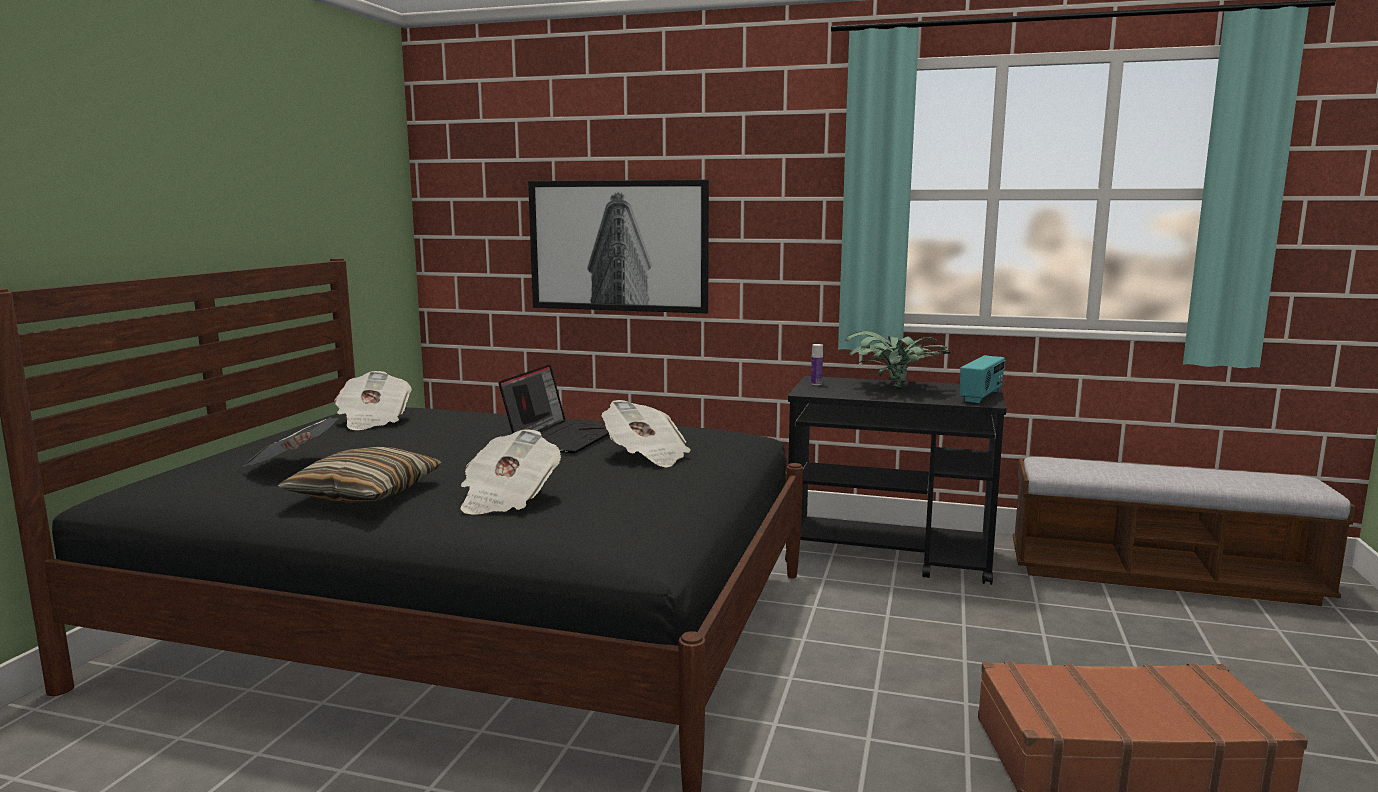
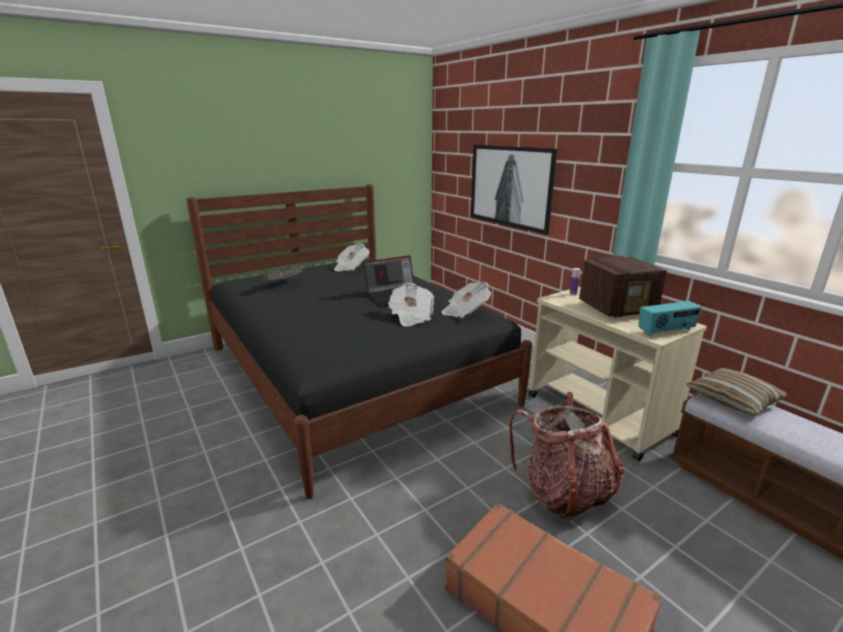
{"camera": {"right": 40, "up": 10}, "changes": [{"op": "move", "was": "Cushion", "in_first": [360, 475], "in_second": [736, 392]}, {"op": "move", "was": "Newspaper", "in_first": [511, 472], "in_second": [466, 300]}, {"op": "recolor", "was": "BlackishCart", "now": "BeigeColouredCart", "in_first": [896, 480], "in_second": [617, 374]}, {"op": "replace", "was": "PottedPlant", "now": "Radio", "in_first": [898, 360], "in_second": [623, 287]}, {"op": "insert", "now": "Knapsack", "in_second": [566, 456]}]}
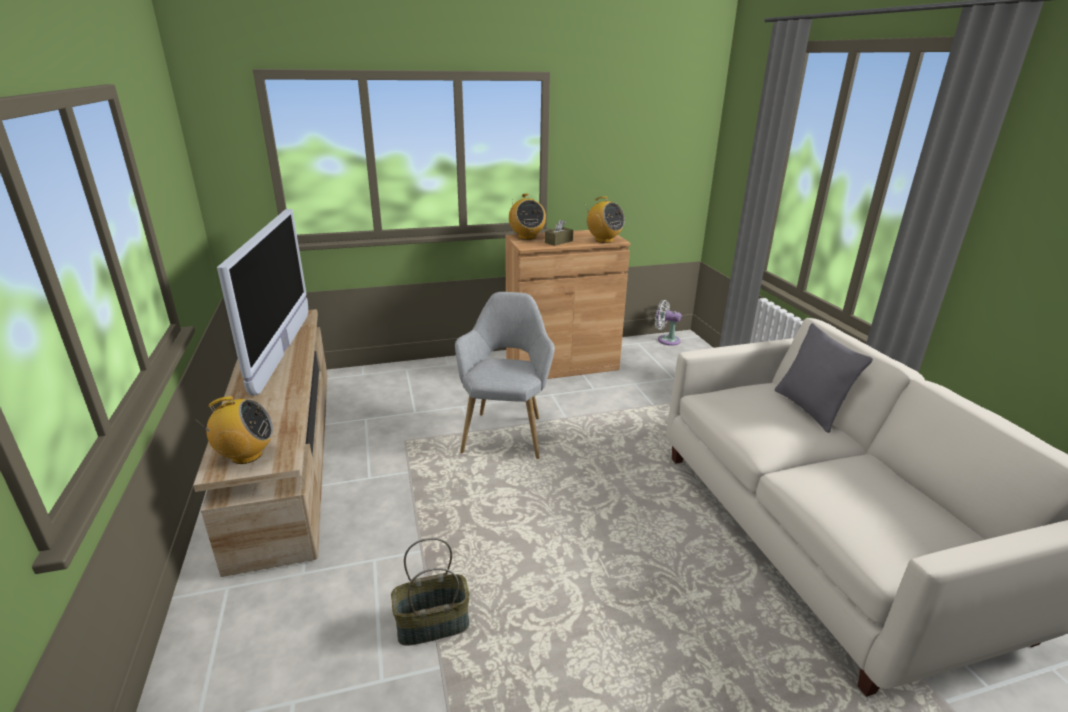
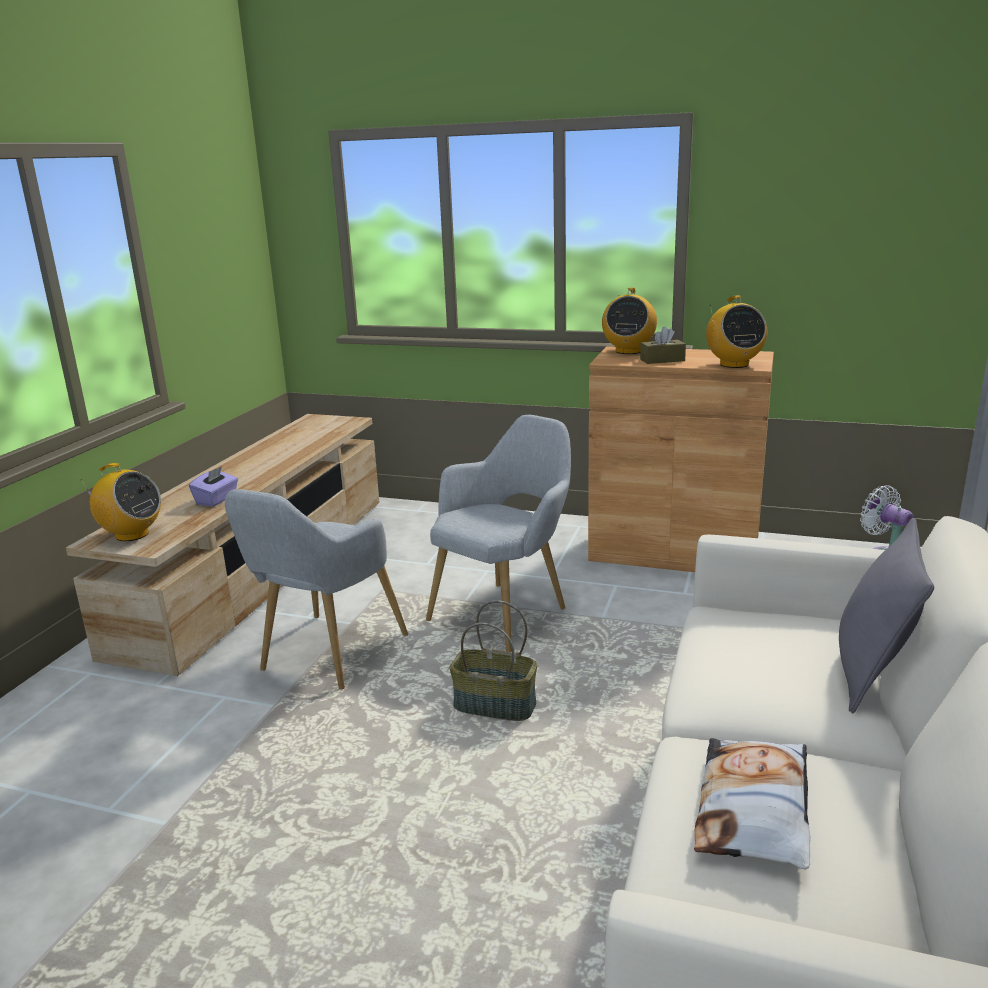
{"camera": {"right": 35, "up": -5}, "changes": [{"op": "delete", "was": "Television", "in_first": [262, 302]}, {"op": "move", "was": "Basket", "in_first": [430, 591], "in_second": [493, 660]}, {"op": "insert", "now": "PurplishTissueHolder", "in_second": [213, 486]}, {"op": "insert", "now": "GrayEasyChair", "in_second": [316, 589]}, {"op": "insert", "now": "Cushion", "in_second": [752, 804]}]}
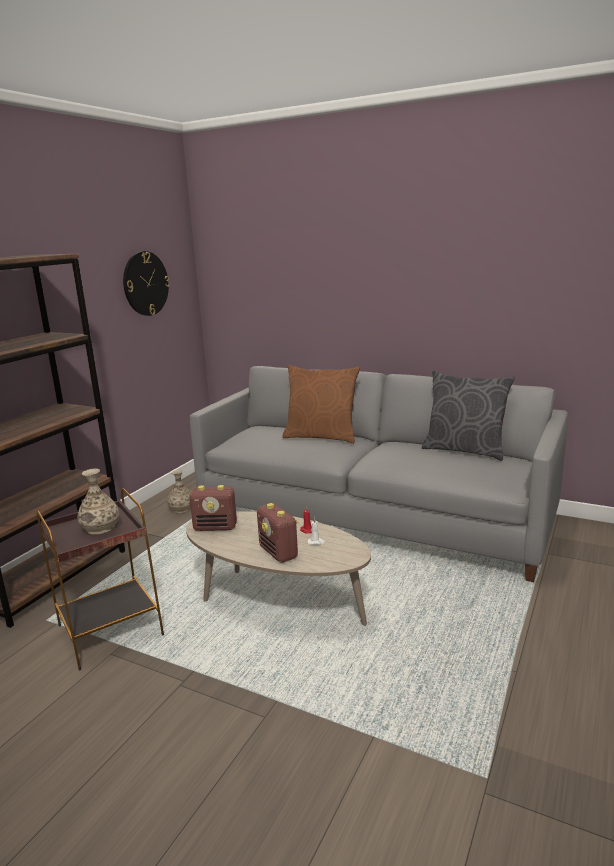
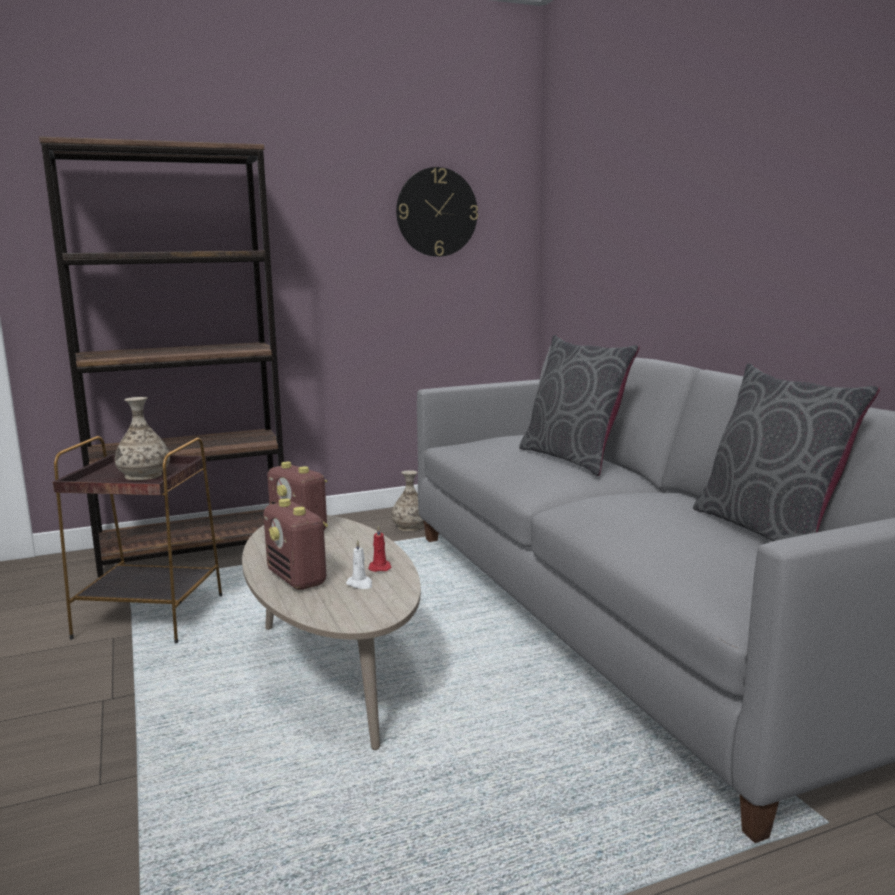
{"camera": {"right": 40, "up": -5}, "changes": [{"op": "rotate", "was": "Radio", "in_first": [278, 533], "in_second": [295, 544], "clockwise": -45}, {"op": "recolor", "was": "BrownColouredCushion", "now": "GrayCushion", "in_first": [321, 404], "in_second": [579, 405]}]}
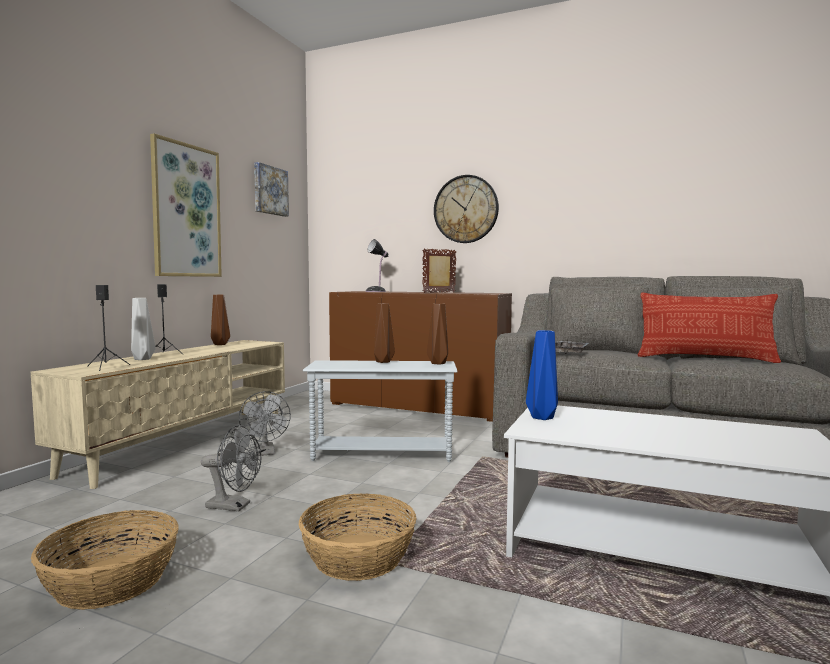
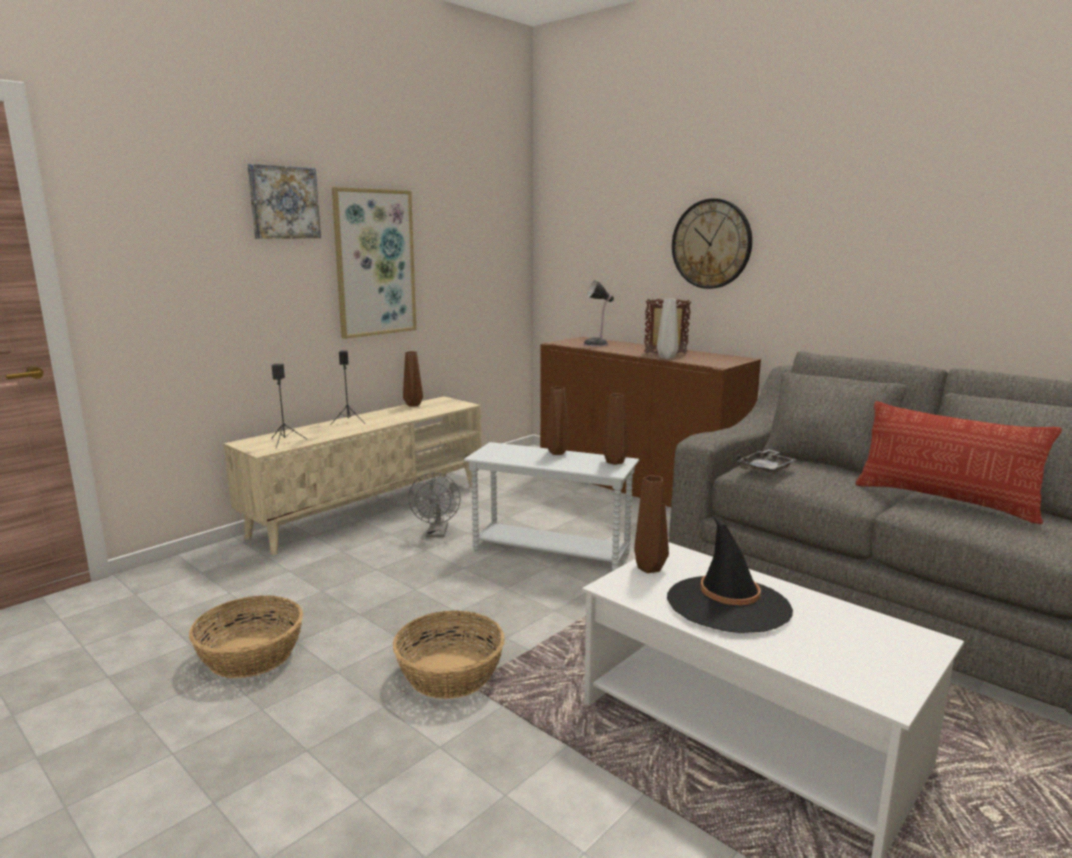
{"camera": {"right": 20, "up": 10}, "changes": [{"op": "move", "was": "GrayDecorativeVase", "in_first": [143, 329], "in_second": [667, 329]}, {"op": "delete", "was": "GrayElectricFan", "in_first": [231, 468]}, {"op": "move", "was": "Picture", "in_first": [271, 189], "in_second": [284, 201]}, {"op": "recolor", "was": "BlueColouredDecorativeVase", "now": "BrownColouredDecorativeVase", "in_first": [542, 375], "in_second": [651, 524]}, {"op": "insert", "now": "BlackishHat", "in_second": [730, 574]}]}
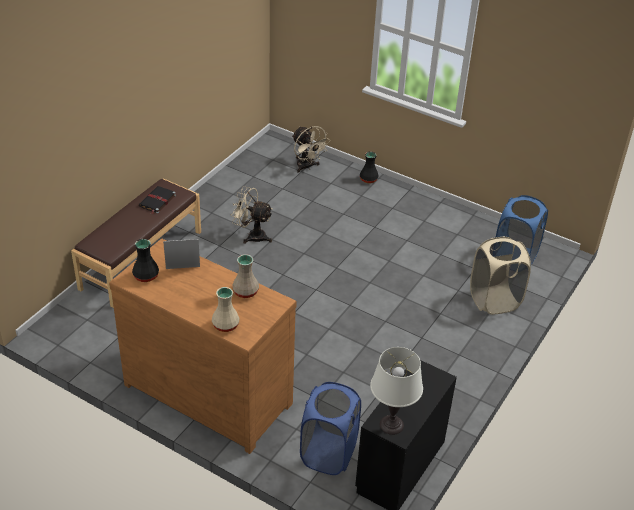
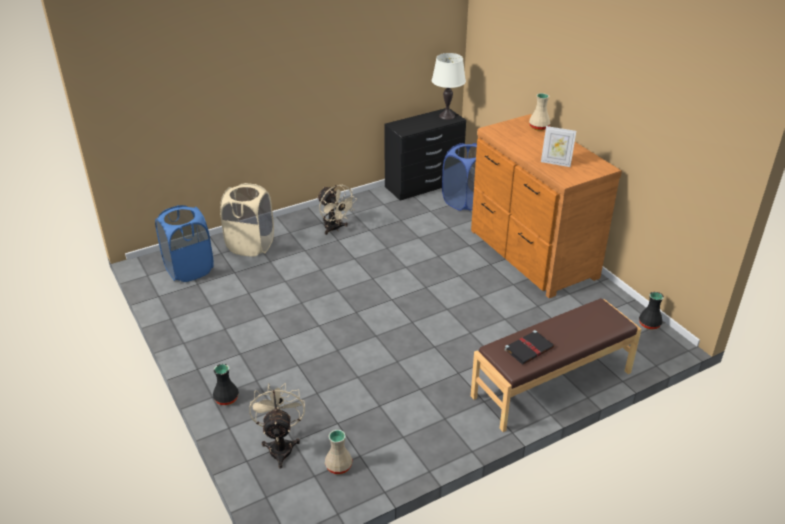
{"camera": {"right": -150, "up": -5}, "changes": [{"op": "move", "was": "BlackishDecorativeVase", "in_first": [145, 260], "in_second": [651, 311]}, {"op": "move", "was": "BeigeColouredElectricFan", "in_first": [252, 215], "in_second": [337, 210]}, {"op": "move", "was": "BeigeColouredDecorativeVase", "in_first": [245, 276], "in_second": [338, 452]}]}
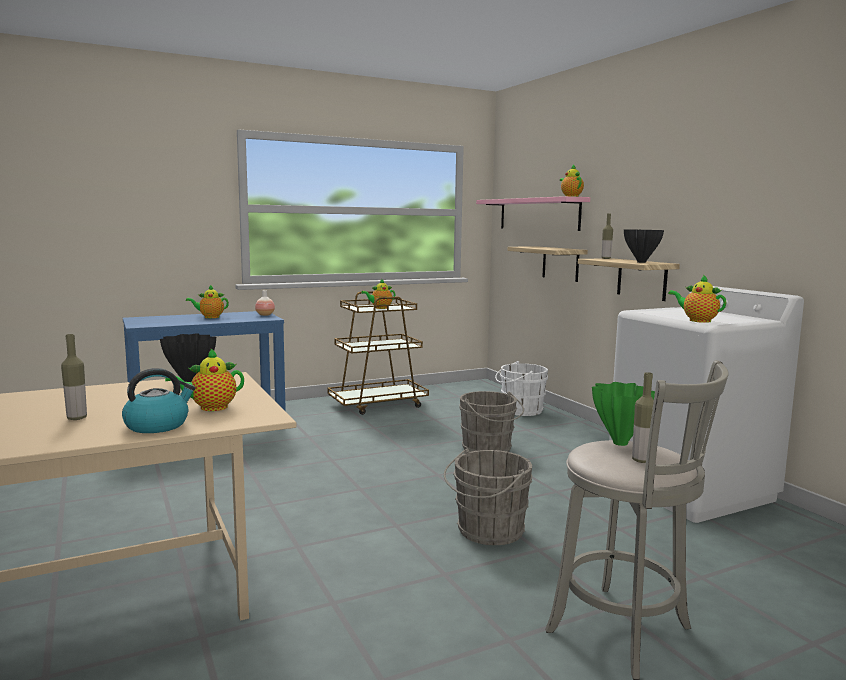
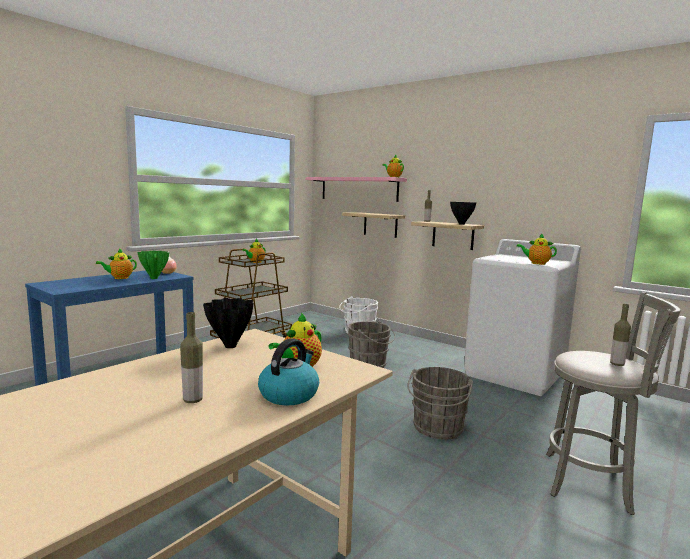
{"camera": {"right": -25, "up": 0}, "changes": [{"op": "move", "was": "GreenDecorativeVase", "in_first": [623, 414], "in_second": [153, 265]}]}
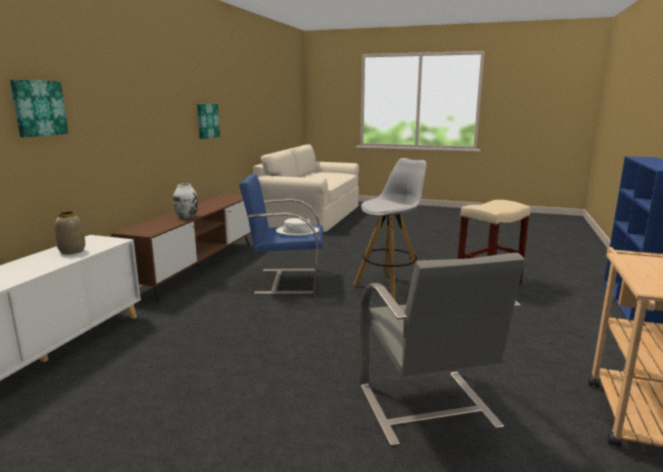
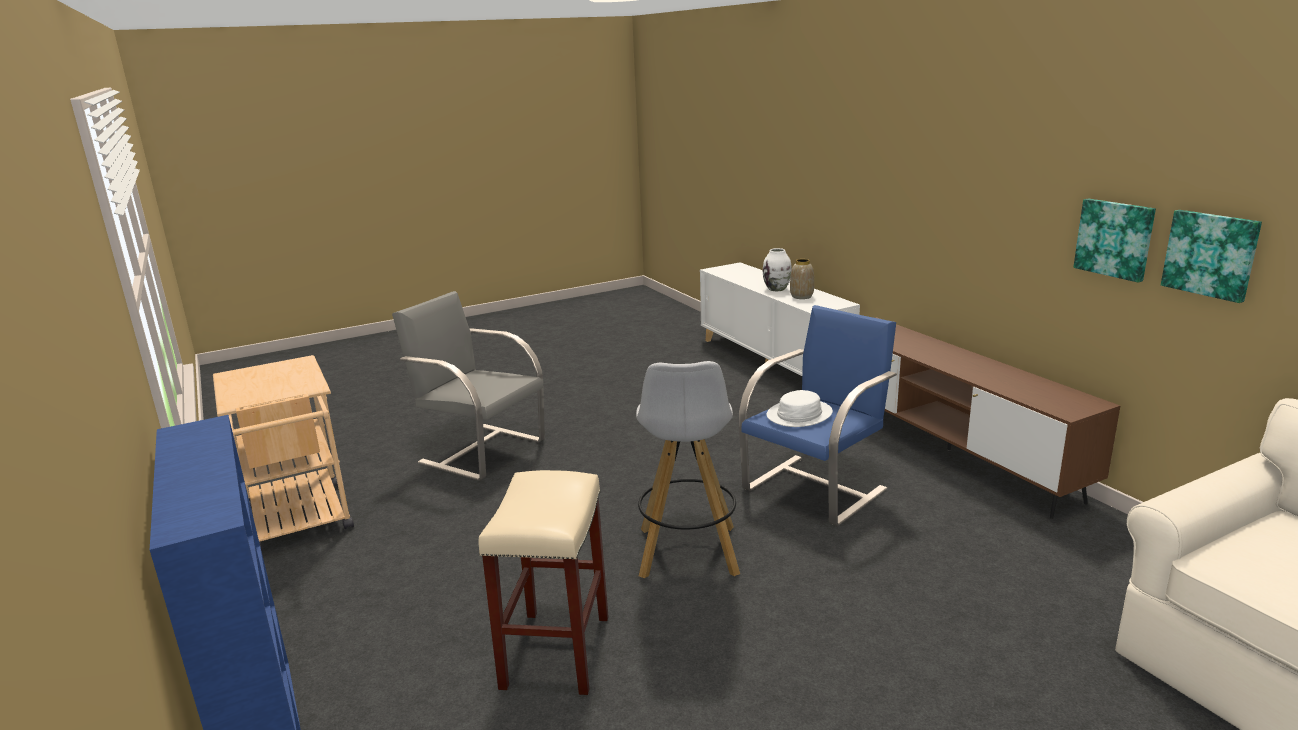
{"camera": {"right": 135, "up": 5}, "changes": [{"op": "move", "was": "Picture", "in_first": [39, 108], "in_second": [1211, 256]}, {"op": "move", "was": "WhiteDecorativeVase", "in_first": [185, 201], "in_second": [777, 269]}]}
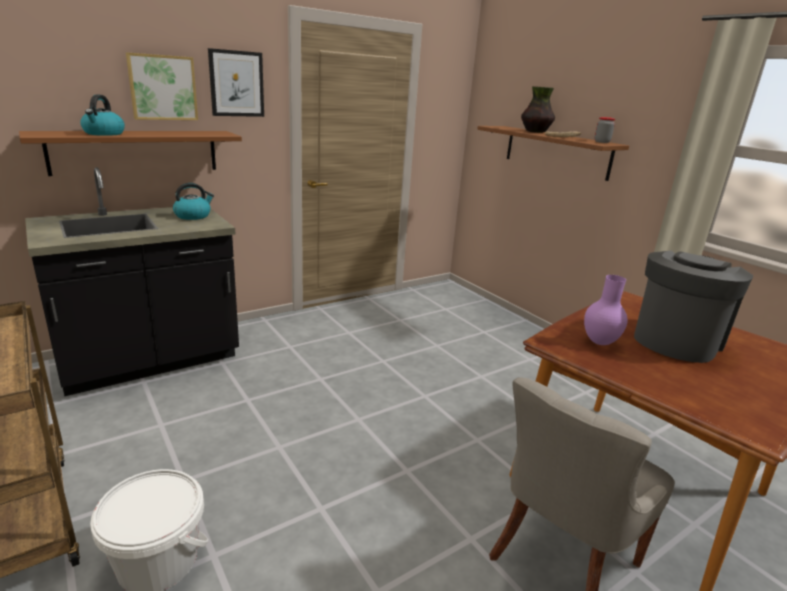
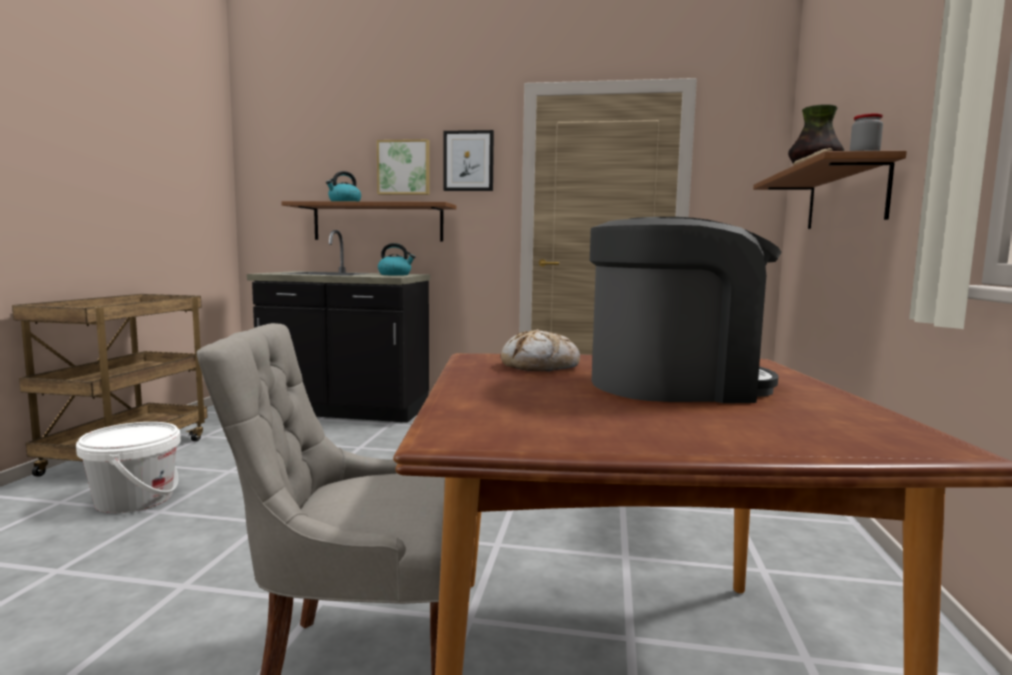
{"camera": {"right": 45, "up": -15}, "changes": [{"op": "replace", "was": "PurplishDecorativeVase", "now": "BakeryBread", "in_first": [606, 310], "in_second": [540, 350]}]}
